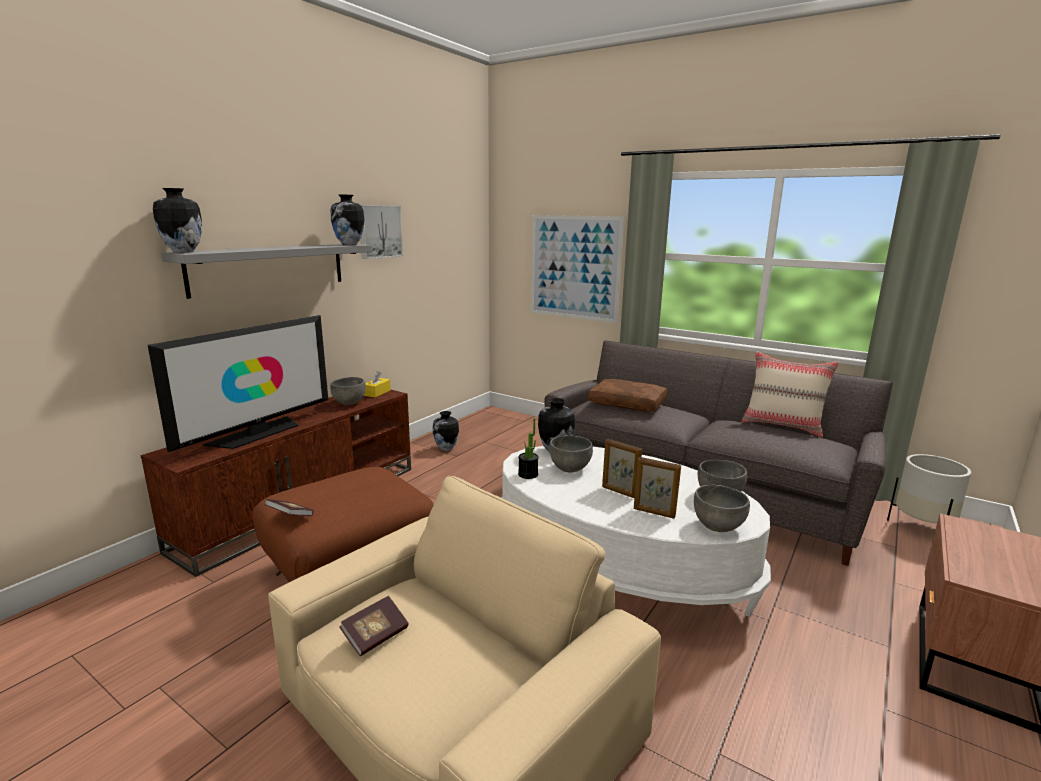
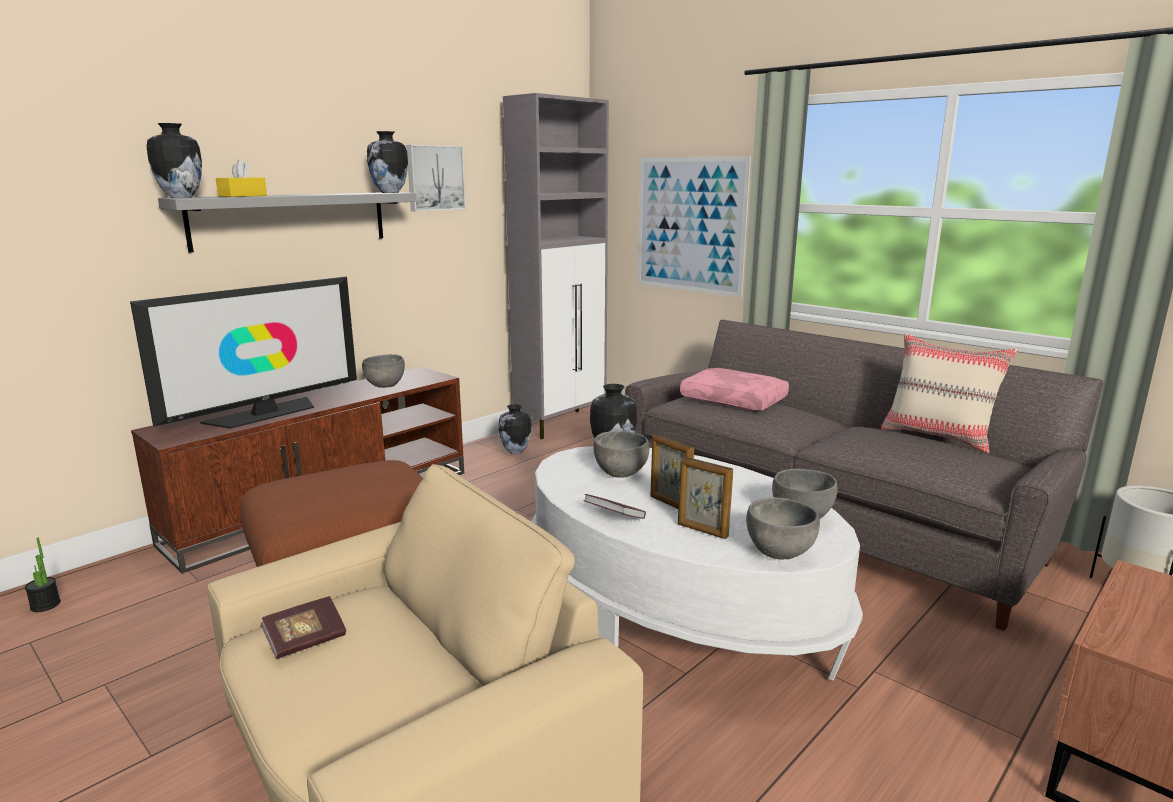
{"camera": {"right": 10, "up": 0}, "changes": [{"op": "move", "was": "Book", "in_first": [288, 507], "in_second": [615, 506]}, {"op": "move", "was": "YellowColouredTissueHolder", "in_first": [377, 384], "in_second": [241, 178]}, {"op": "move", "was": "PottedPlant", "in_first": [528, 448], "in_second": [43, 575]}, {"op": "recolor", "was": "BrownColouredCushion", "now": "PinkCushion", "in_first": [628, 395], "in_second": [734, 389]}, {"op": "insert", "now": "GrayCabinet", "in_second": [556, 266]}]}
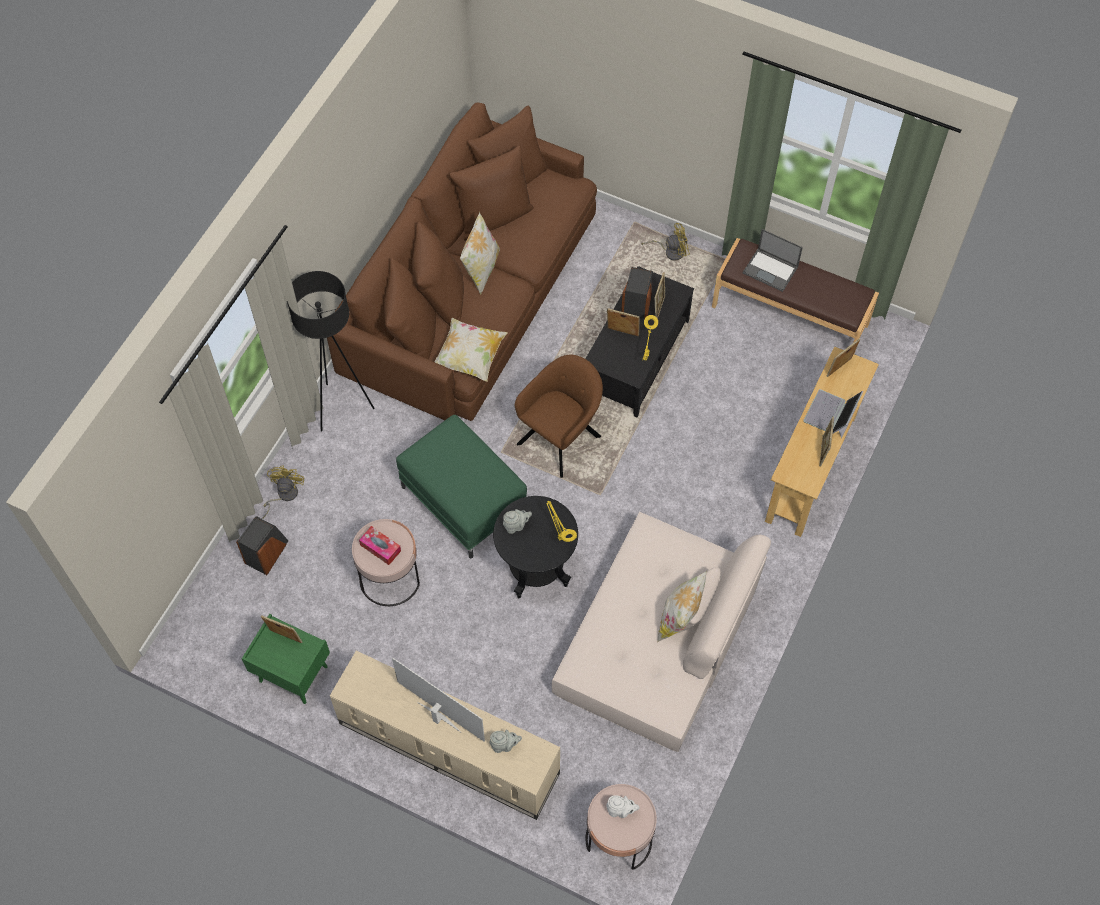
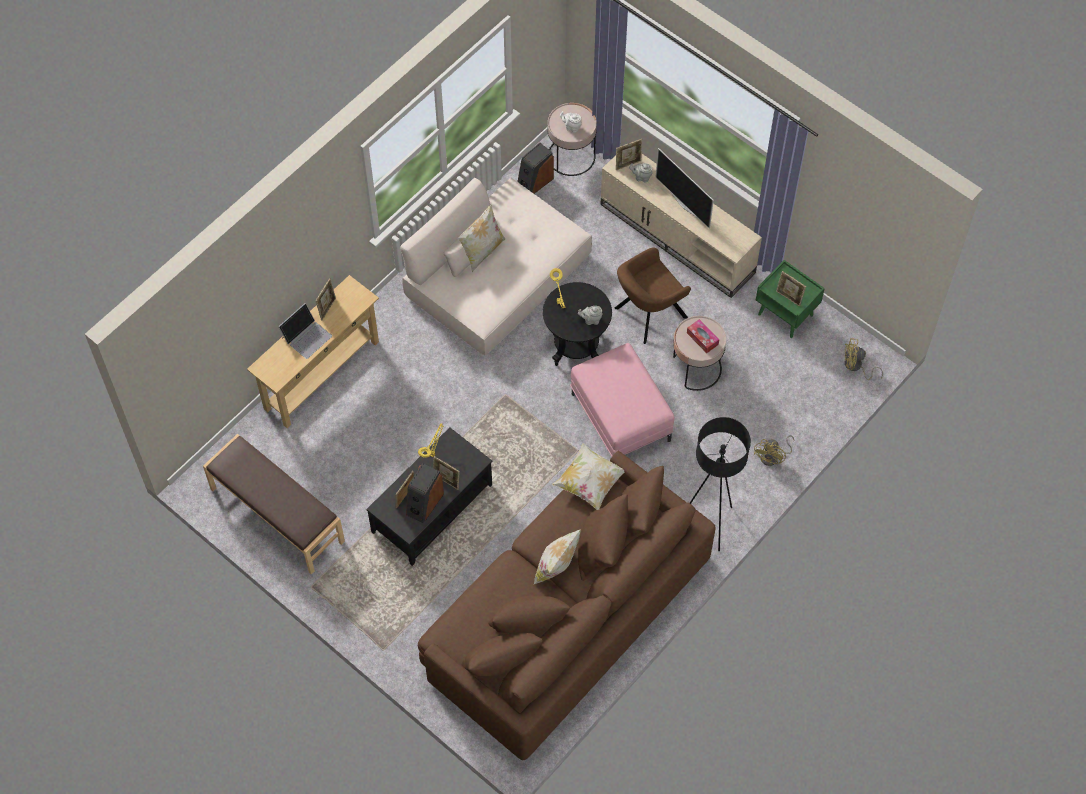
{"camera": {"right": -165, "up": 0}, "changes": [{"op": "move", "was": "Loudspeaker", "in_first": [262, 545], "in_second": [536, 168]}, {"op": "recolor", "was": "GreenPouffe", "now": "PinkPouffe", "in_first": [461, 487], "in_second": [622, 400]}, {"op": "move", "was": "BrownColouredEasyChair", "in_first": [559, 416], "in_second": [653, 295]}, {"op": "move", "was": "YellowColouredElectricFan", "in_first": [666, 242], "in_second": [864, 359]}, {"op": "delete", "was": "Laptop", "in_first": [773, 260]}, {"op": "move", "was": "PhotoFrame", "in_first": [843, 357], "in_second": [629, 154]}]}
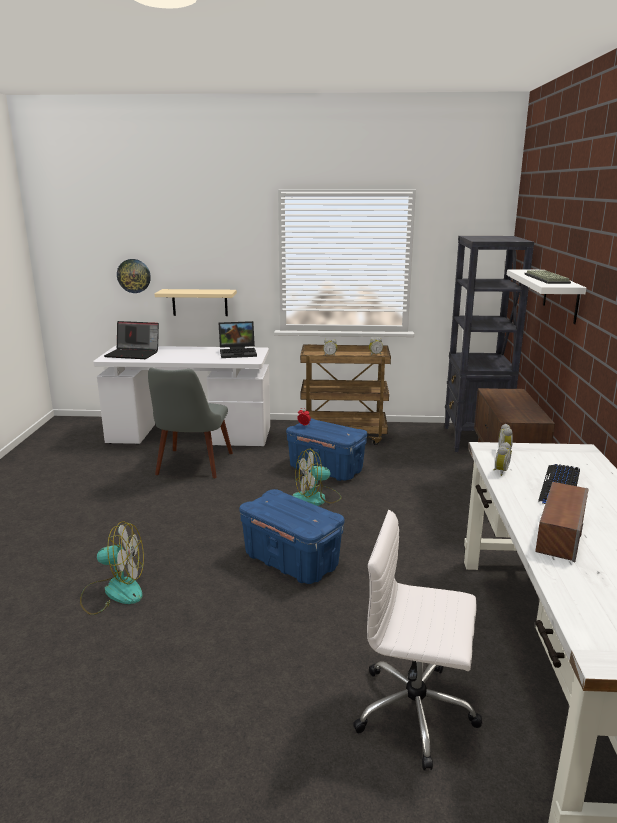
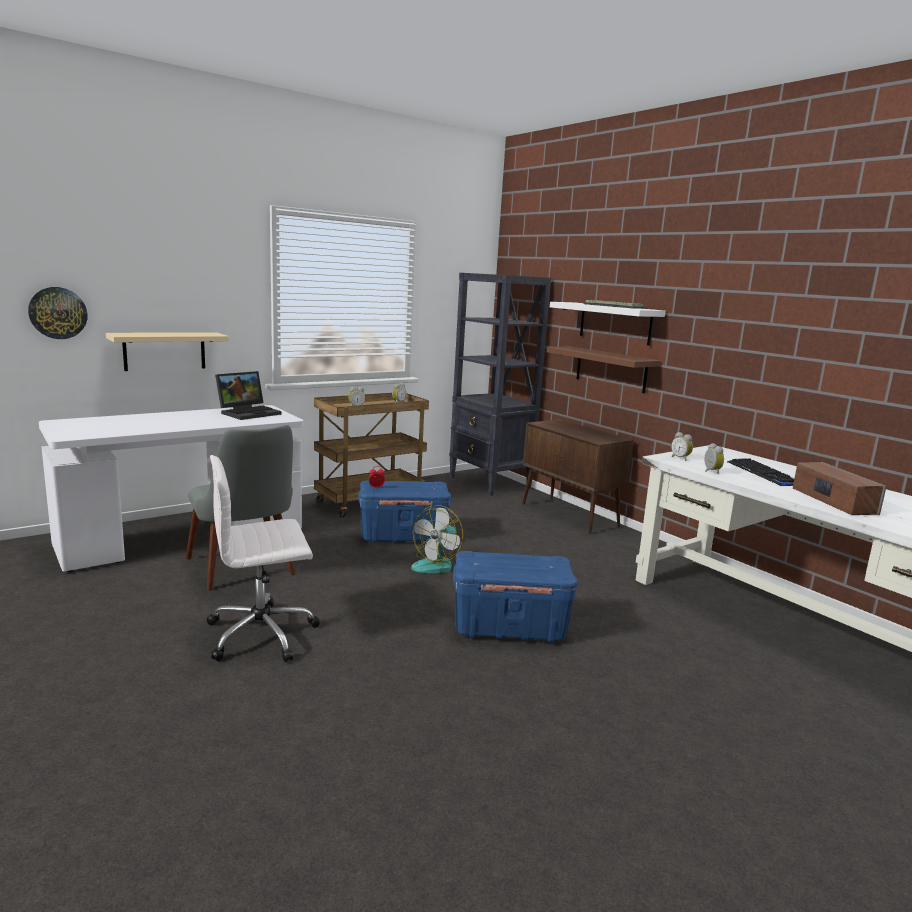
{"camera": {"right": -40, "up": -5}, "changes": [{"op": "delete", "was": "ElectricFan", "in_first": [112, 568]}, {"op": "delete", "was": "Laptop", "in_first": [131, 340]}, {"op": "move", "was": "WhiteOfficeChair", "in_first": [417, 640], "in_second": [263, 558]}, {"op": "insert", "now": "BrownColouredBracketShelf", "in_second": [603, 369]}]}
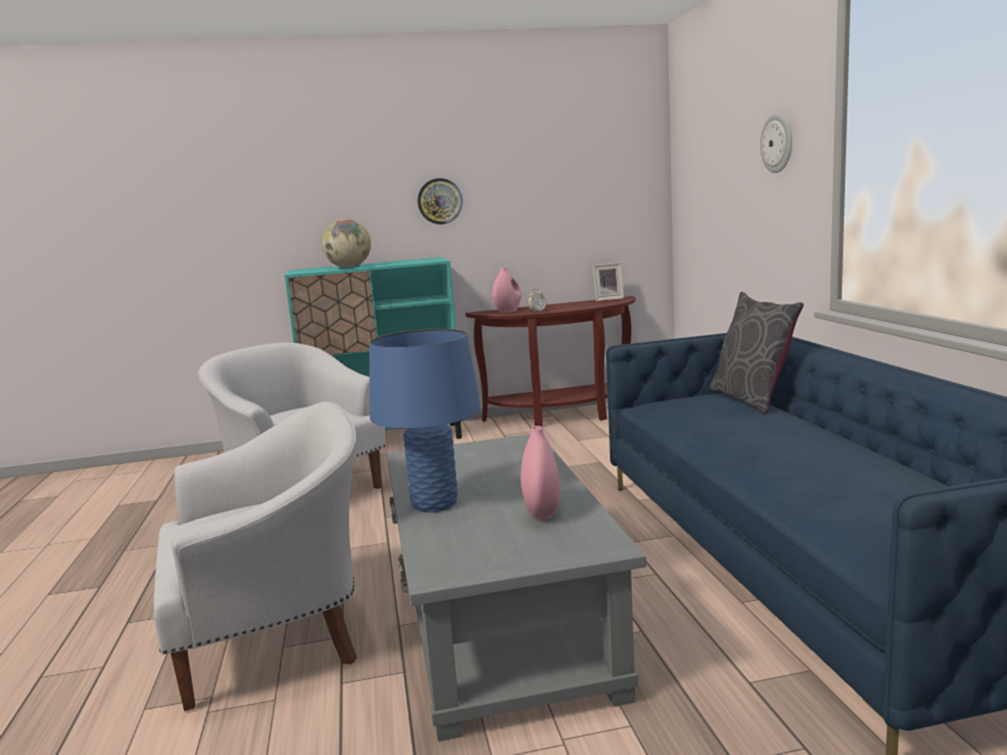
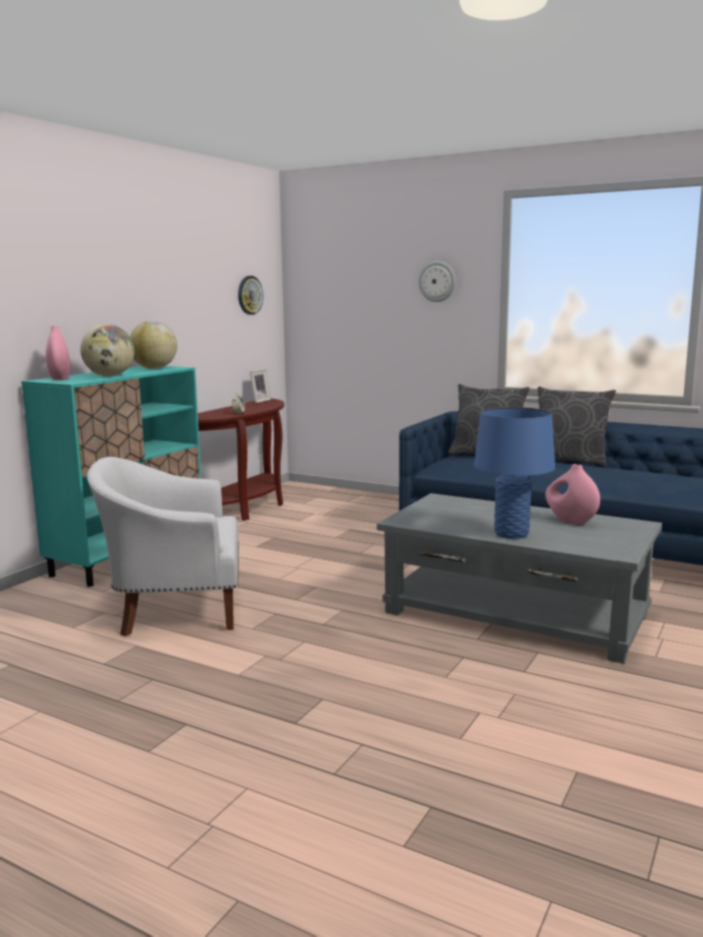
{"camera": {"right": -50, "up": 0}, "changes": [{"op": "delete", "was": "WhiteEasyChair", "in_first": [255, 556]}, {"op": "move", "was": "WallClock", "in_first": [440, 201], "in_second": [250, 295]}, {"op": "move", "was": "PinkDecorativeVase", "in_first": [507, 290], "in_second": [58, 353]}, {"op": "insert", "now": "Globe", "in_second": [153, 345]}, {"op": "insert", "now": "GrayCushion", "in_second": [577, 426]}]}
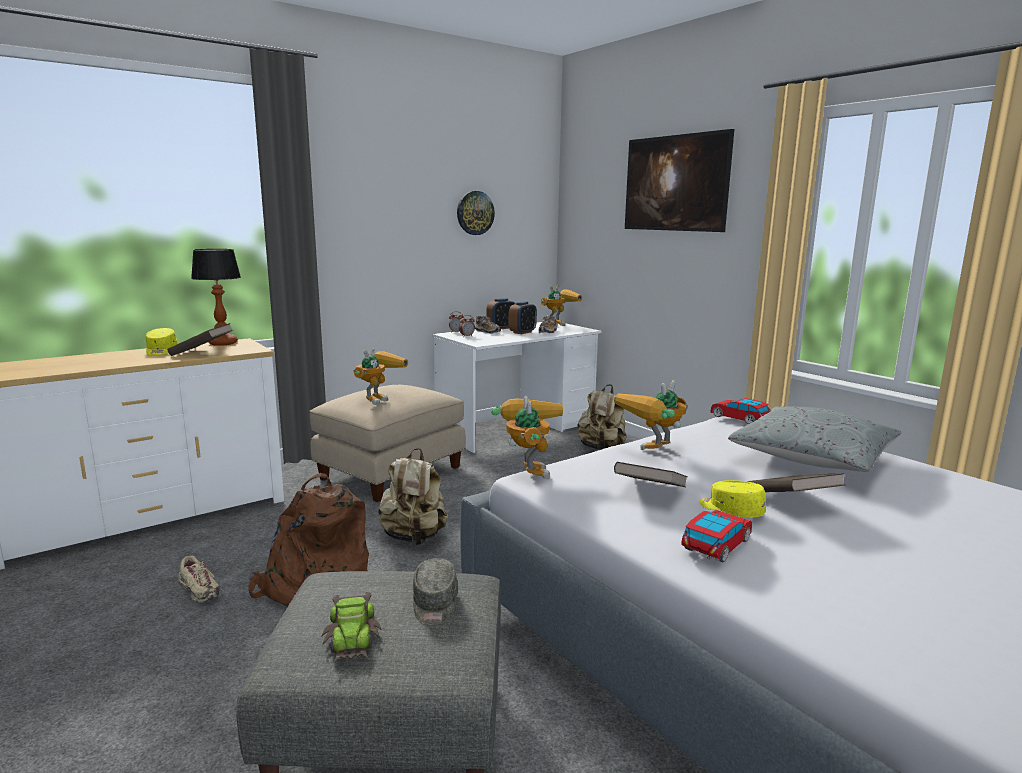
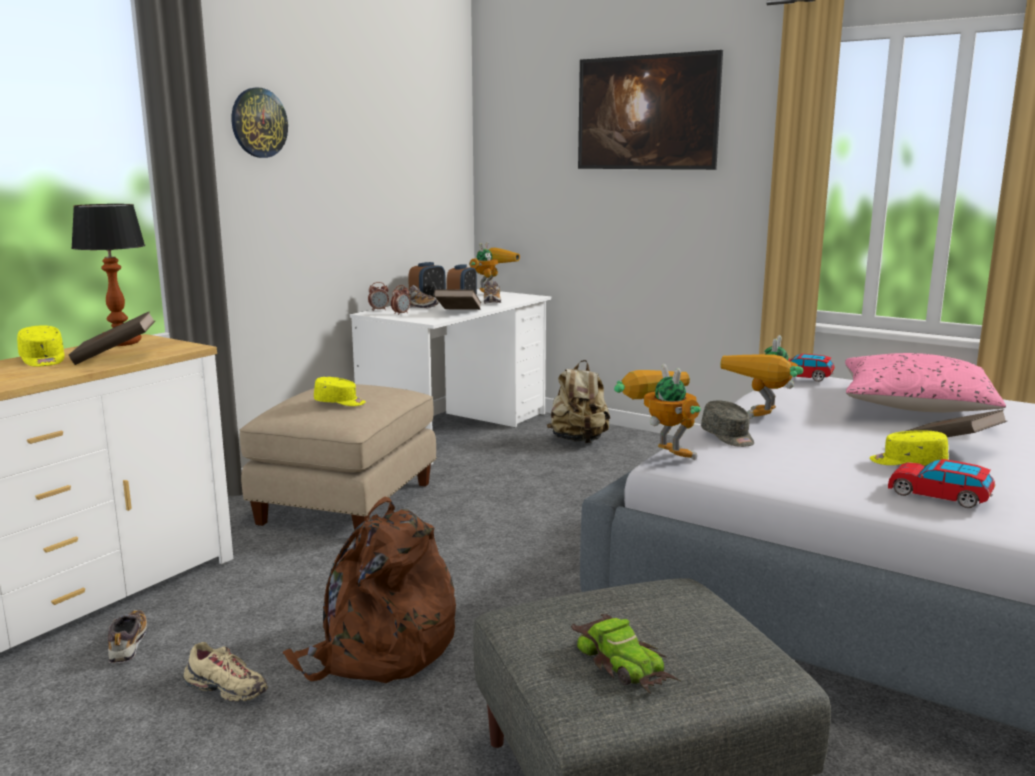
{"camera": {"right": -20, "up": 0}, "changes": [{"op": "replace", "was": "ToyRobot", "now": "YellowColouredPeakedCap", "in_first": [381, 376], "in_second": [340, 391]}, {"op": "delete", "was": "BeigeColouredKnapsack", "in_first": [412, 496]}, {"op": "move", "was": "GrayPeakedCap", "in_first": [435, 592], "in_second": [727, 423]}, {"op": "move", "was": "WallClock", "in_first": [476, 213], "in_second": [260, 123]}, {"op": "move", "was": "BrownColouredBook", "in_first": [651, 474], "in_second": [457, 299]}, {"op": "rotate", "was": "ModelCar", "in_first": [716, 536], "in_second": [941, 483], "clockwise": -75}, {"op": "recolor", "was": "GrayCushion", "now": "PinkCushion", "in_first": [815, 439], "in_second": [925, 382]}, {"op": "insert", "now": "Shoe", "in_second": [127, 636]}]}
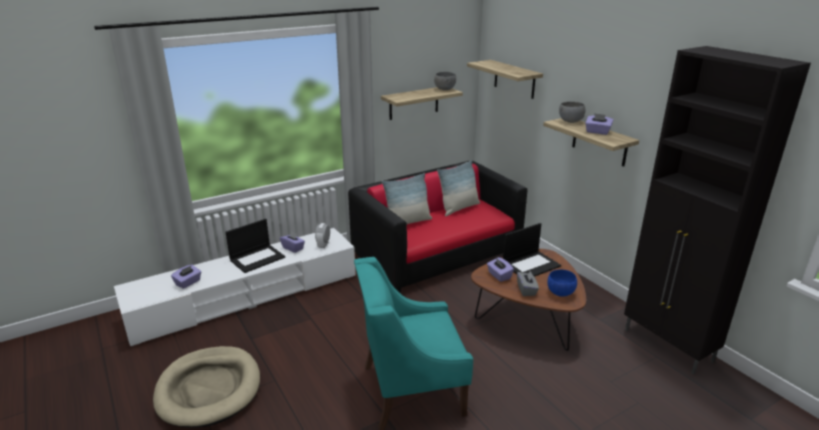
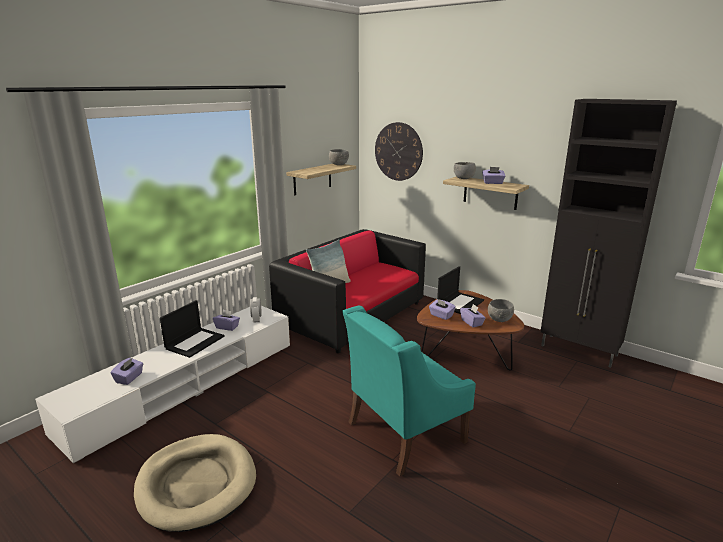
{"camera": {"right": -20, "up": -5}, "changes": [{"op": "delete", "was": "Cushion", "in_first": [458, 188]}, {"op": "replace", "was": "BracketShelf", "now": "WallClock", "in_first": [505, 79], "in_second": [399, 151]}, {"op": "recolor", "was": "GrayTissueHolder", "now": "PurplishTissueHolder", "in_first": [528, 283], "in_second": [473, 315]}, {"op": "recolor", "was": "BlueColouredBowl", "now": "GrayBowl", "in_first": [562, 283], "in_second": [501, 310]}]}
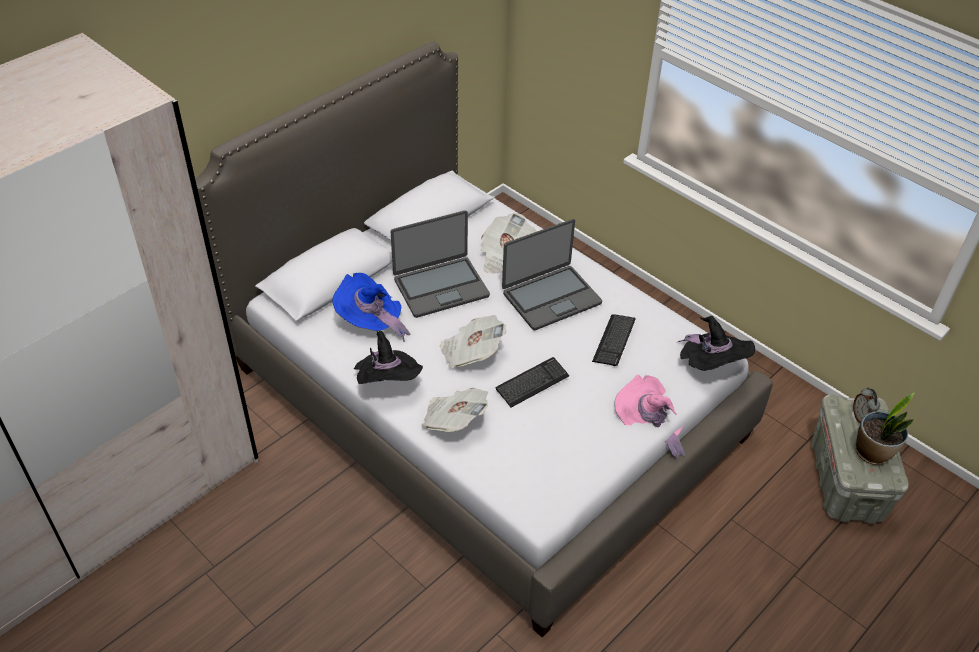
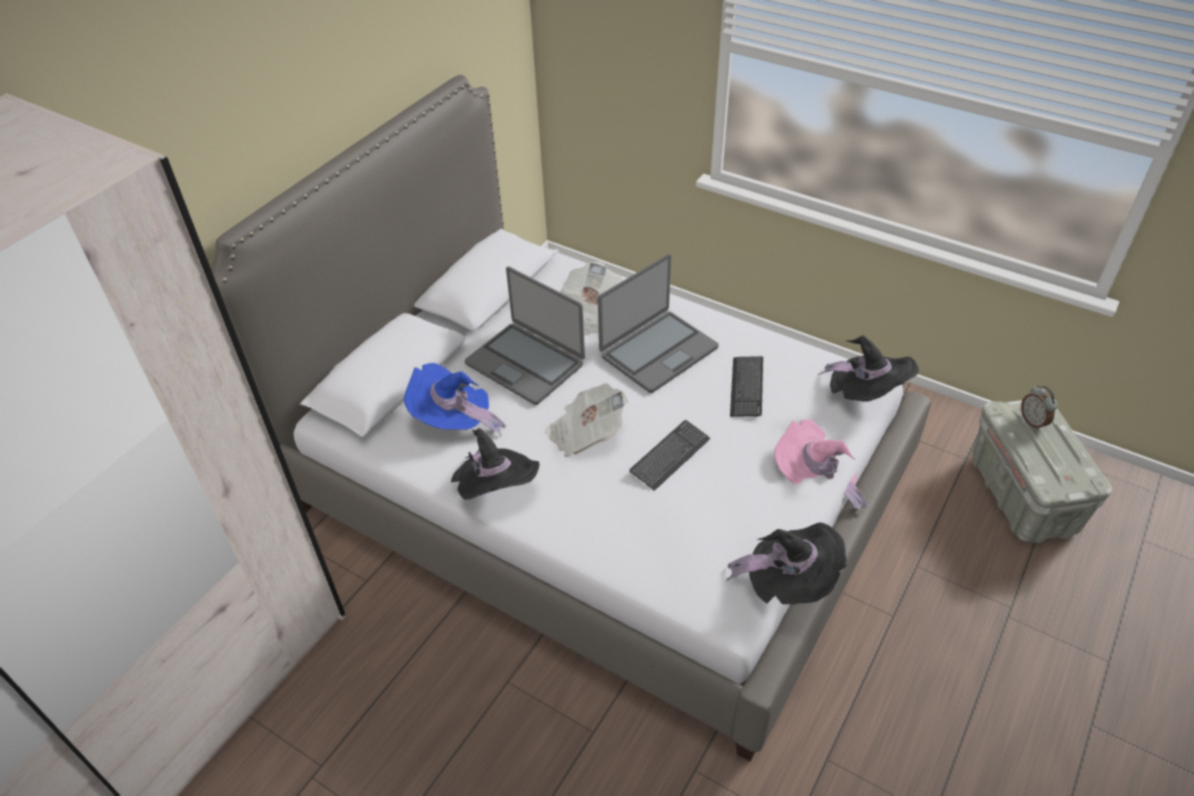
{"camera": {"right": -10, "up": 0}, "changes": [{"op": "rotate", "was": "Laptop", "in_first": [440, 264], "in_second": [525, 335], "clockwise": 75}, {"op": "delete", "was": "Newspaper", "in_first": [454, 410]}, {"op": "delete", "was": "PottedPlant", "in_first": [885, 428]}, {"op": "insert", "now": "BlackishHat", "in_second": [786, 563]}]}
